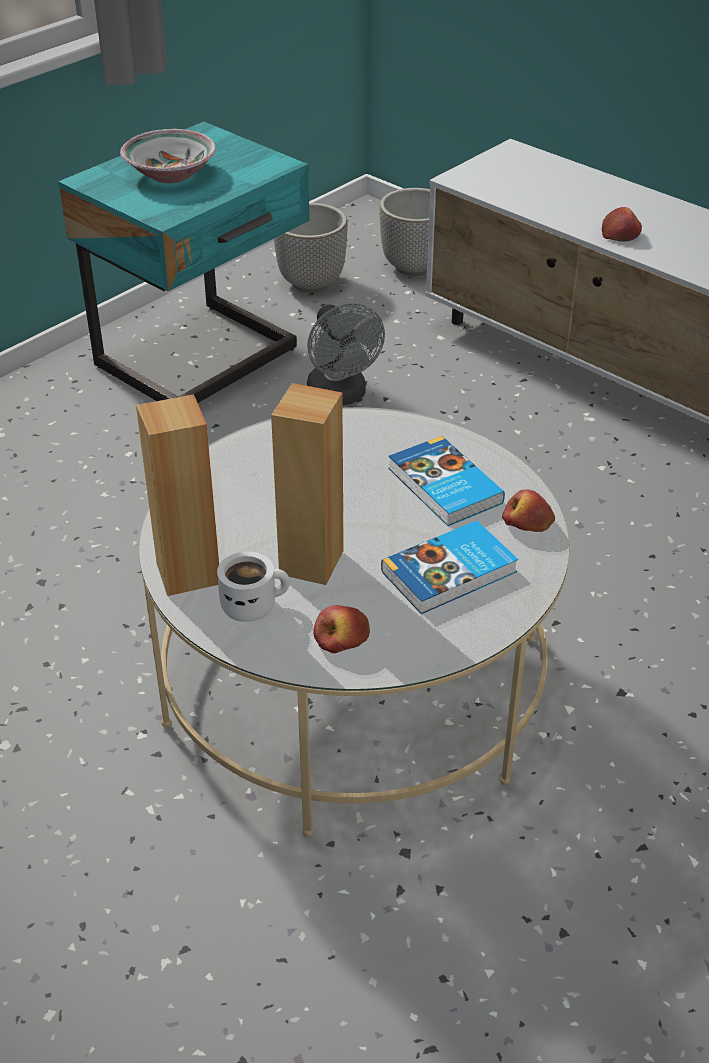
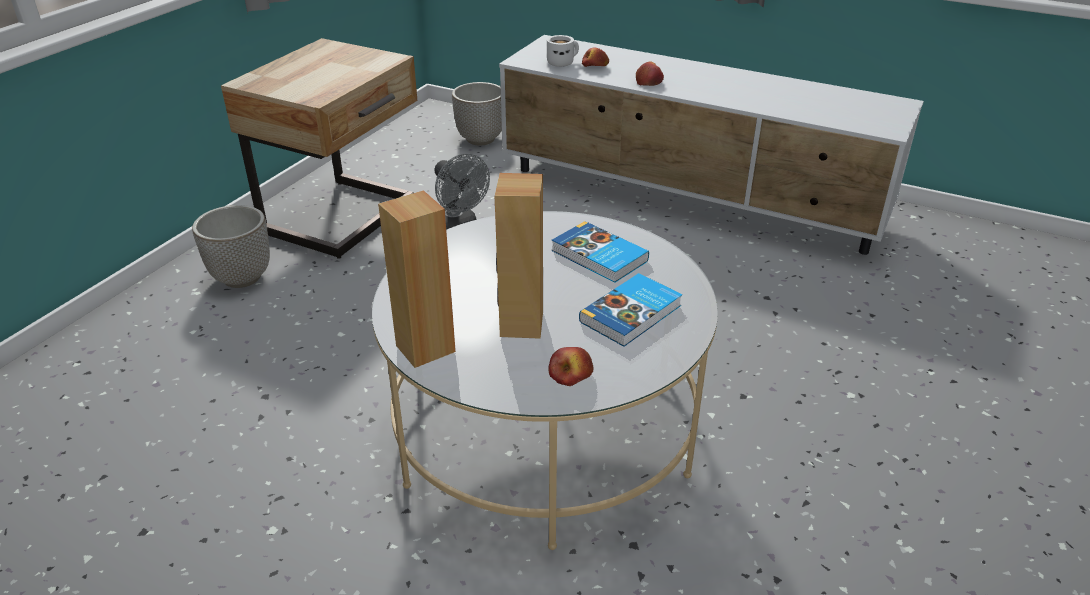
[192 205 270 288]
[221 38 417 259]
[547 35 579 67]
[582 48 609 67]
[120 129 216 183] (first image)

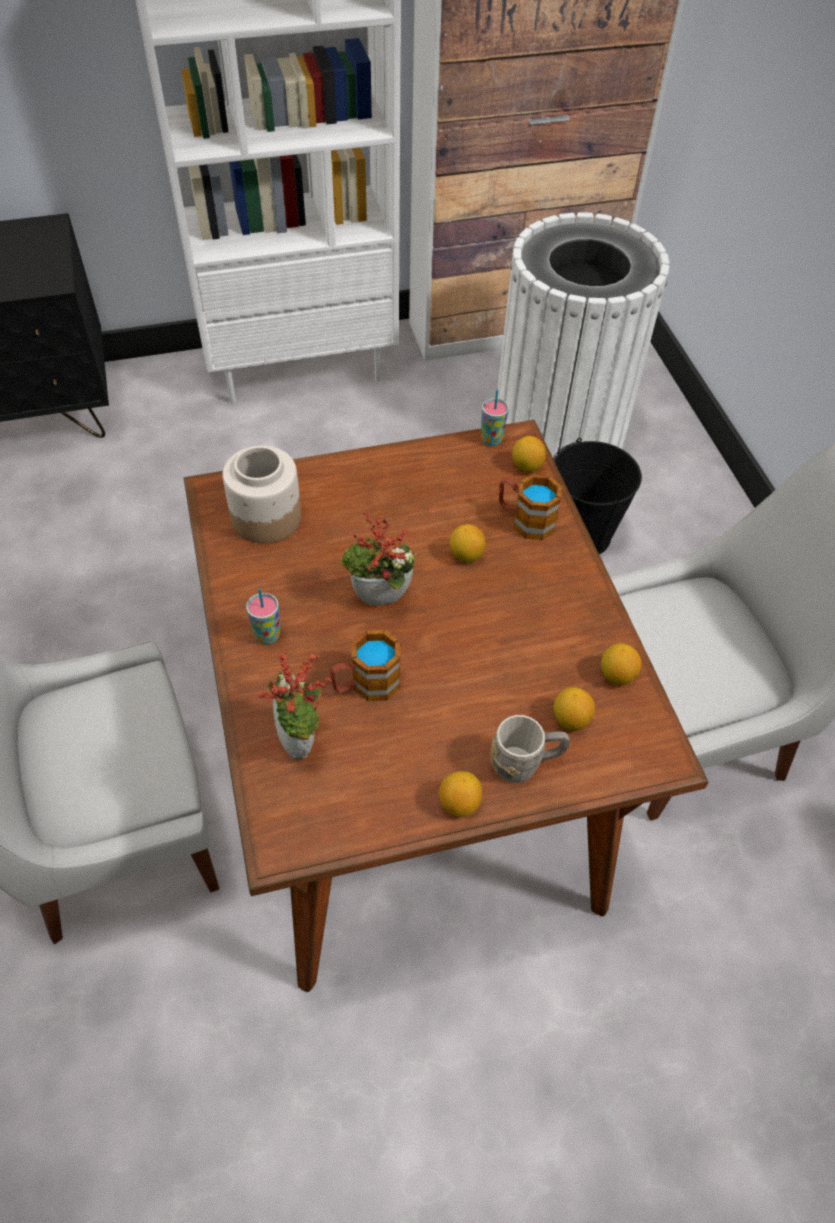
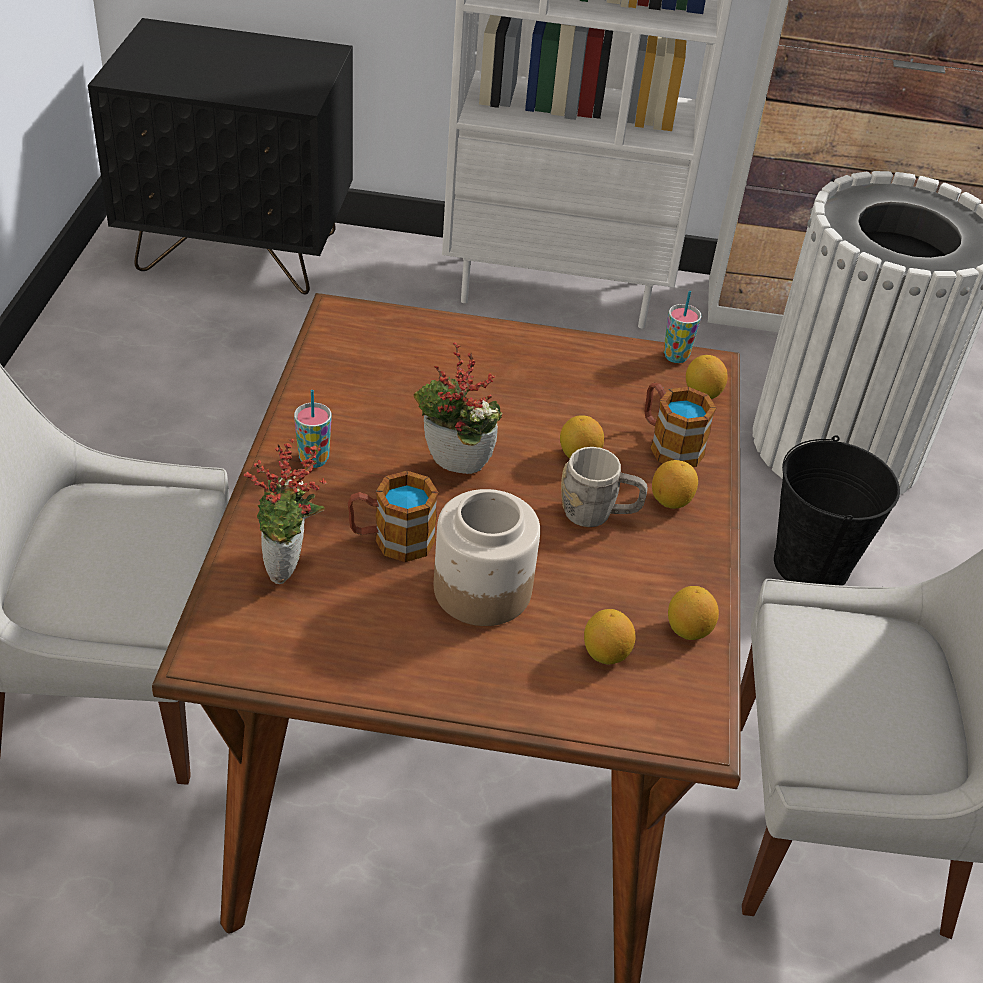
[434 489 540 626]
[561 447 648 527]
[652 460 698 509]

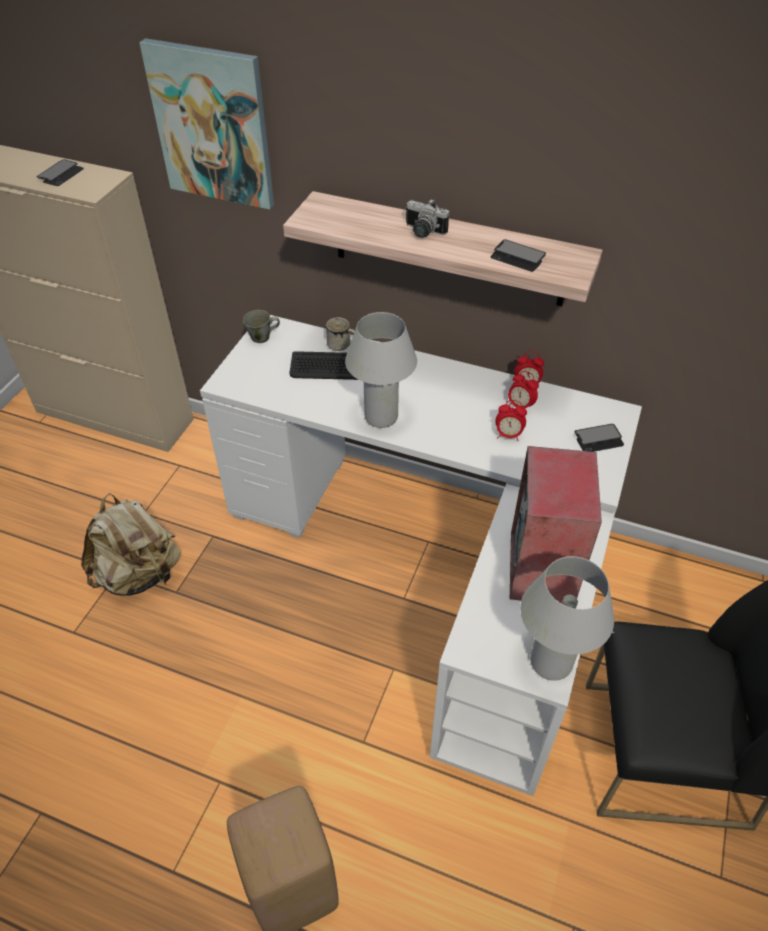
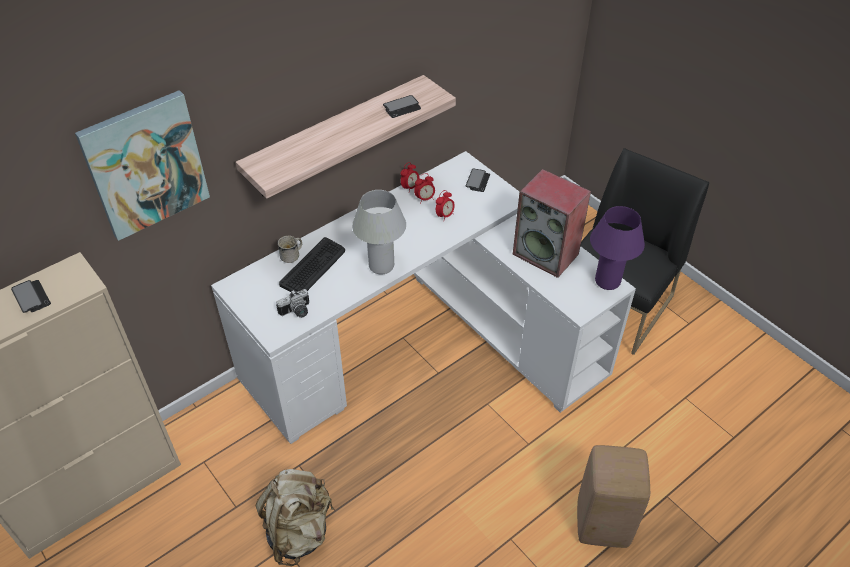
[276 289 309 318]
[590 206 645 290]
[243 310 280 343] (first image)

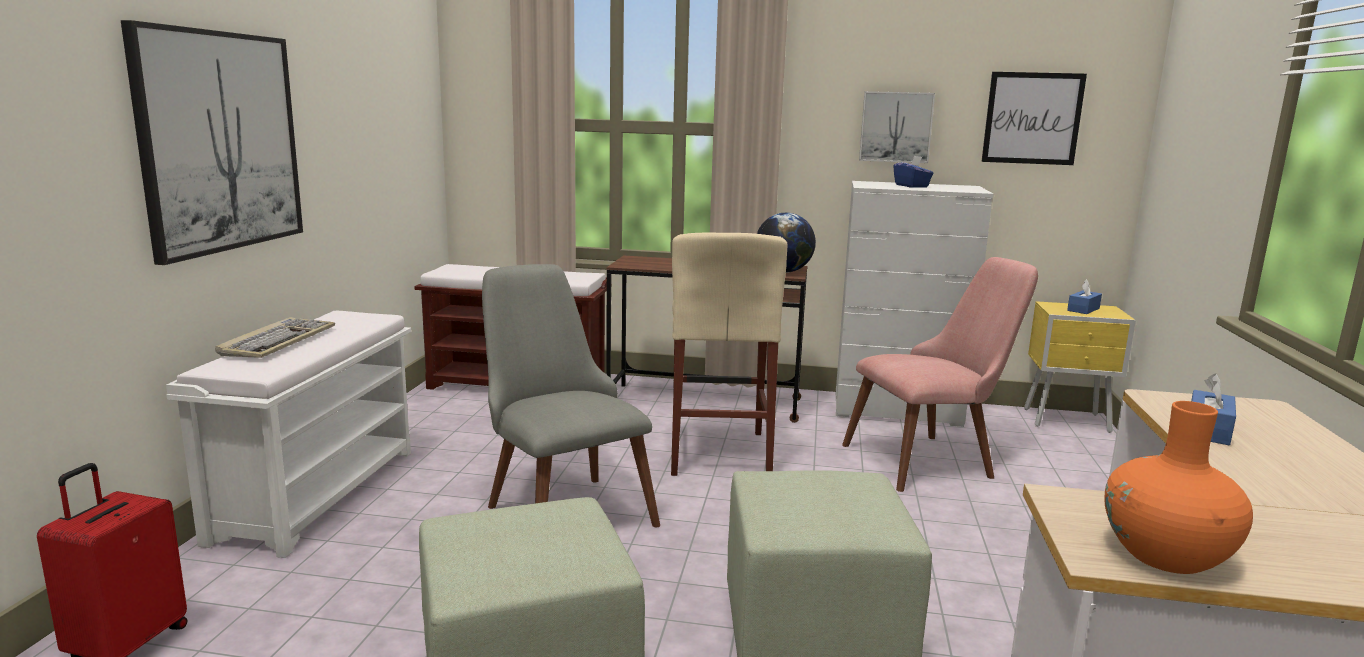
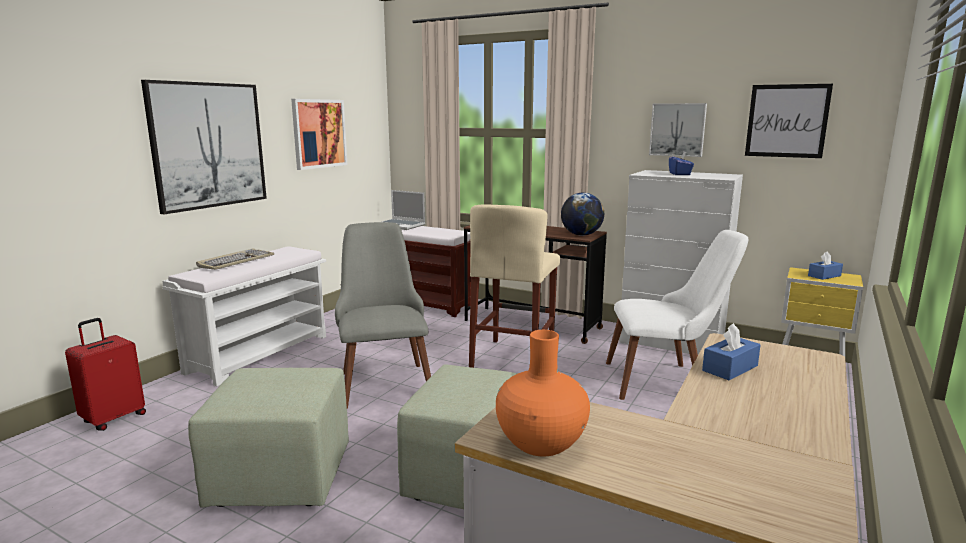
[291 99 347 170]
[382 190 425 230]
[606 230 748 400]

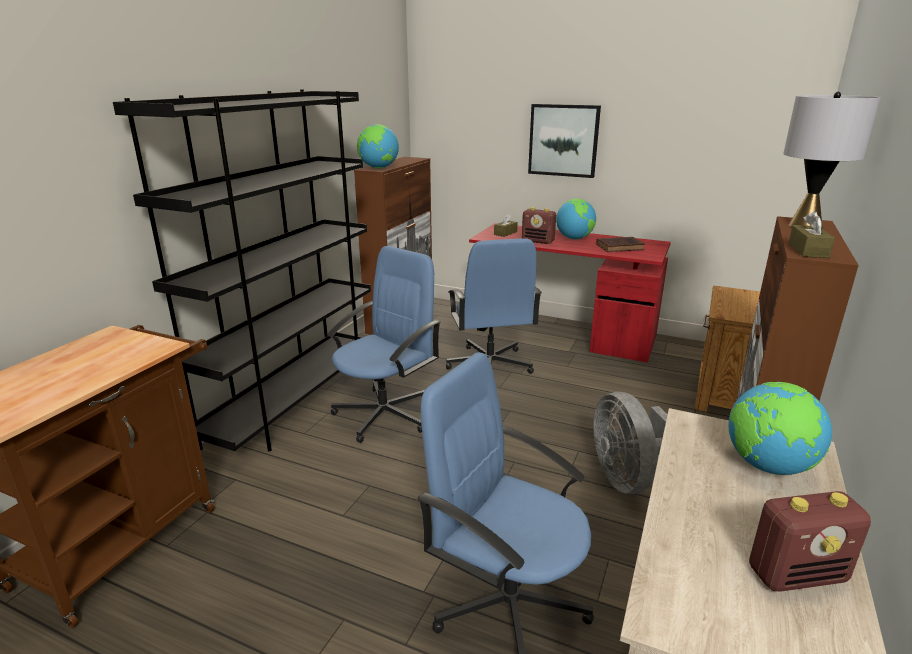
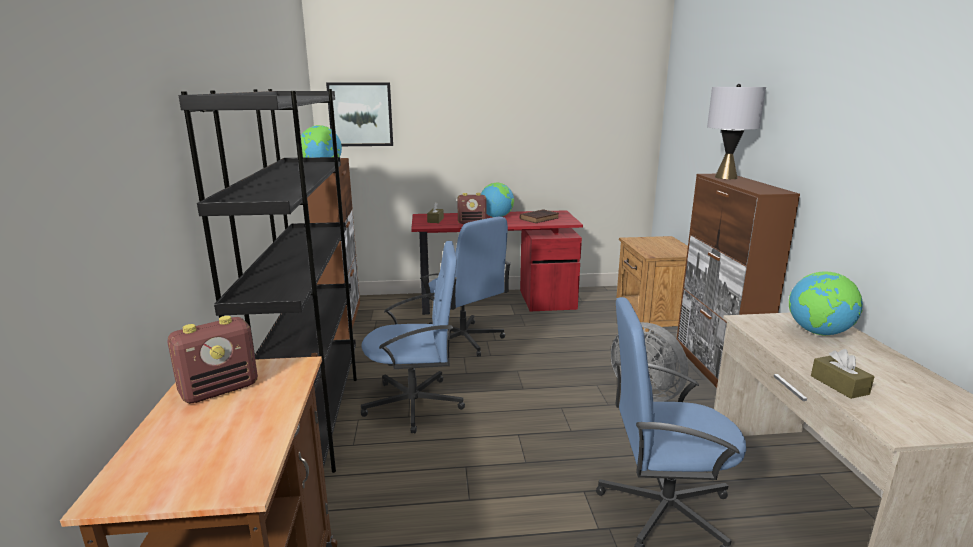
[167 316 258 404]
[326 82 393 146]
[361 241 465 434]
[811 349 874 399]

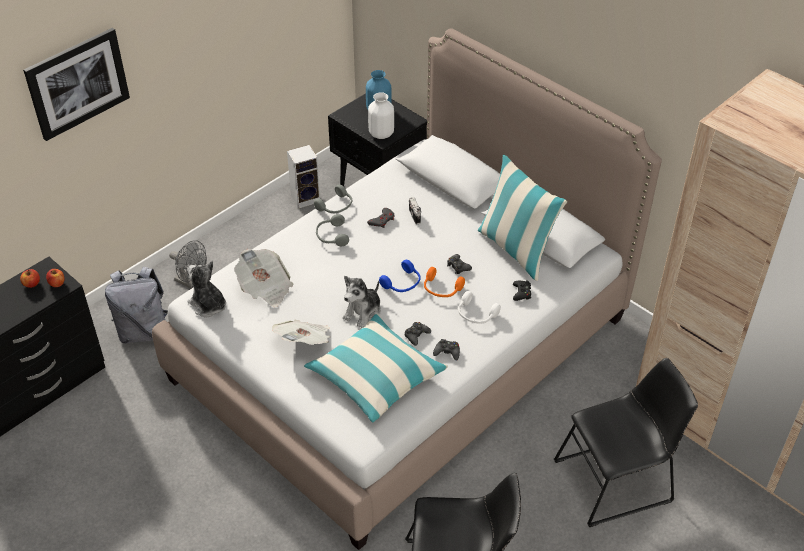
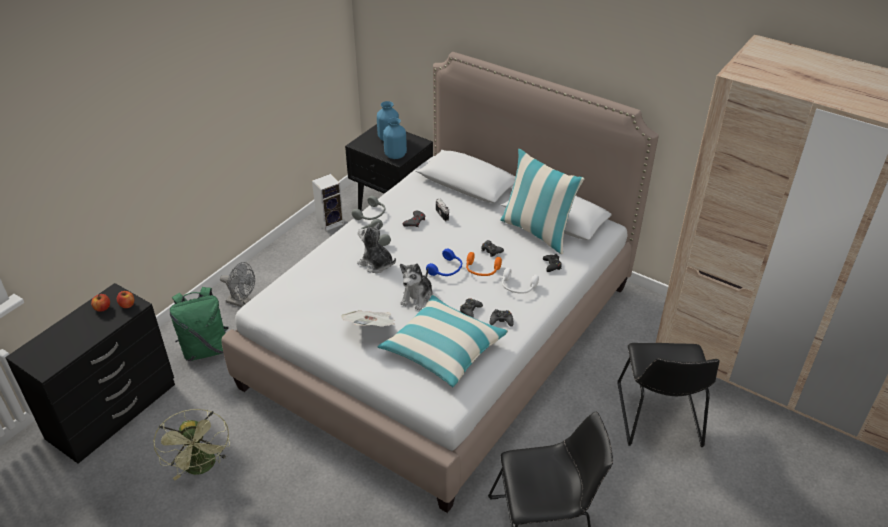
[153 409 230 480]
[170 287 229 361]
[357 223 396 273]
[383 118 407 159]
[618 343 720 447]
[23 28 130 141] (first image)
[234 249 293 307] (first image)

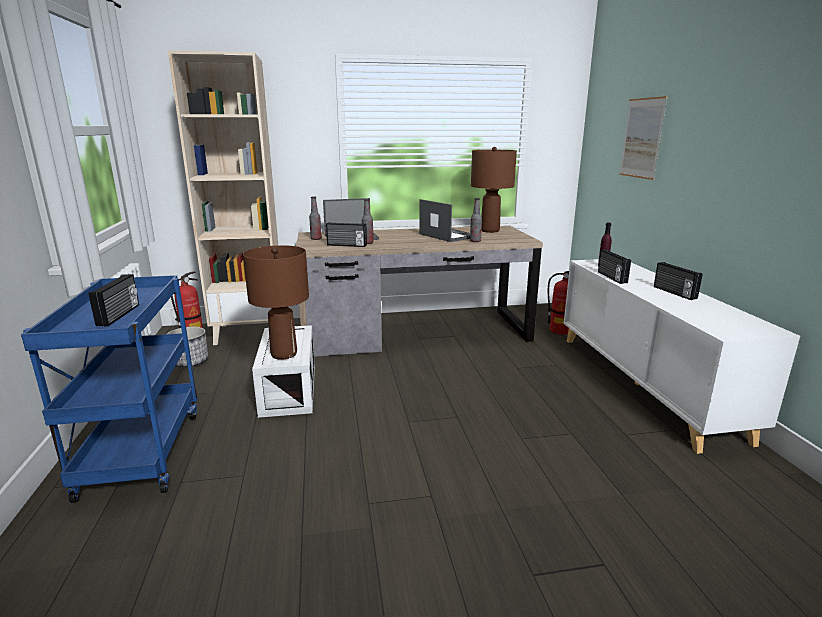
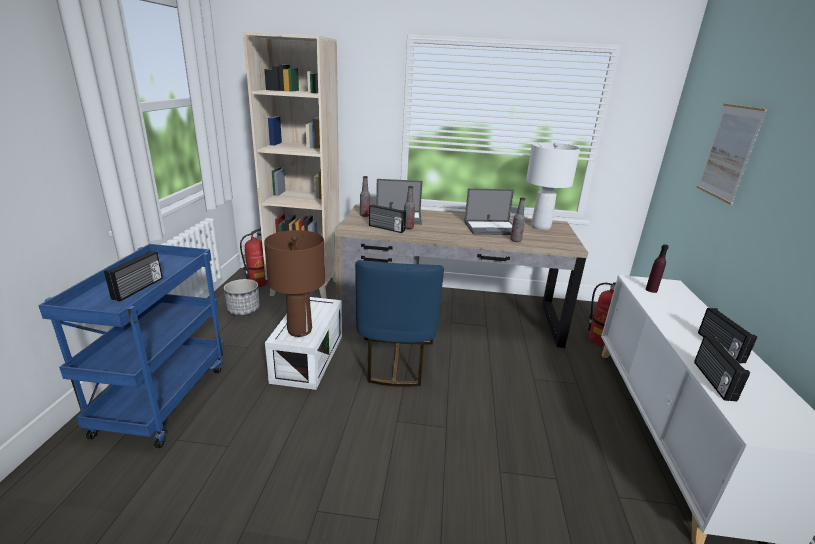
[355 260 444 387]
[464 188 514 235]
[526 142 580 230]
[694 335 750 402]

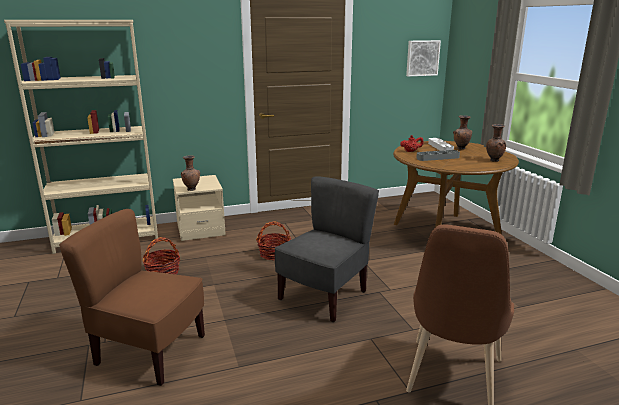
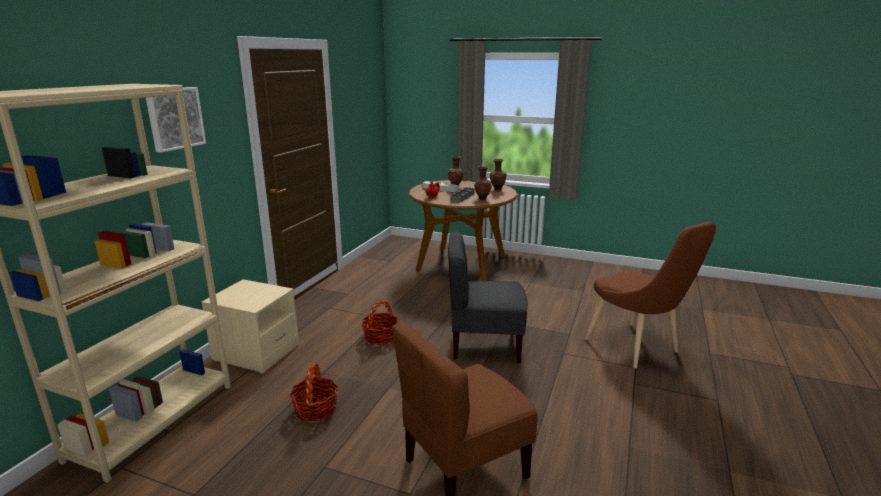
[146 87 206 153]
[448 232 528 363]
[474 166 491 200]

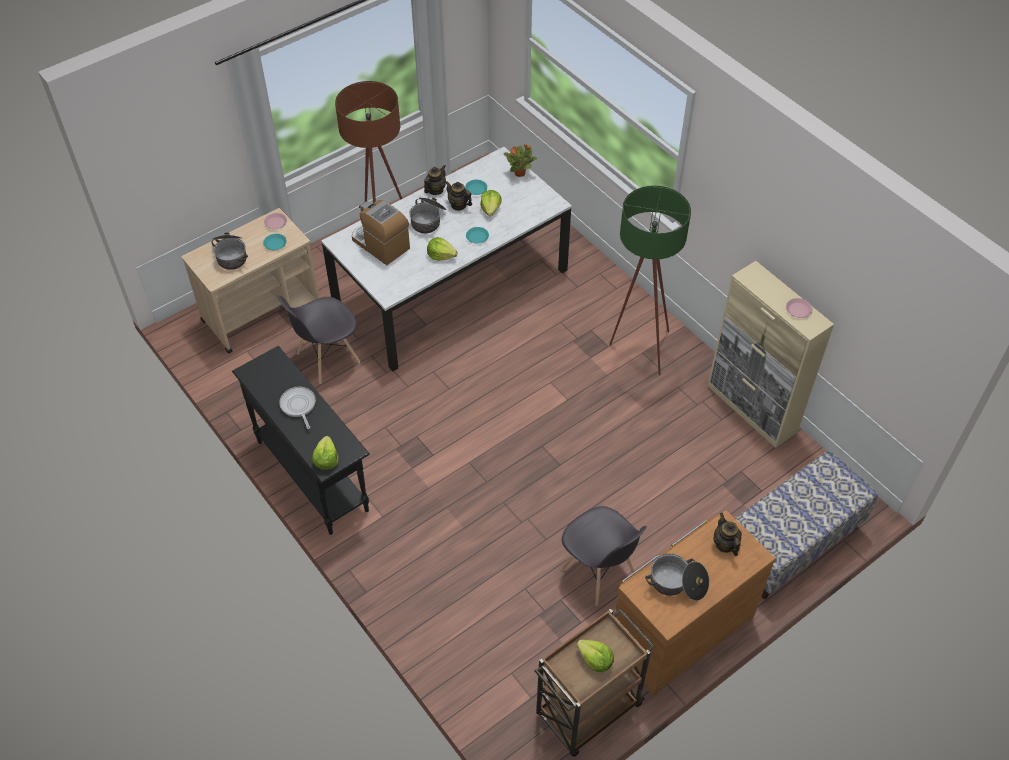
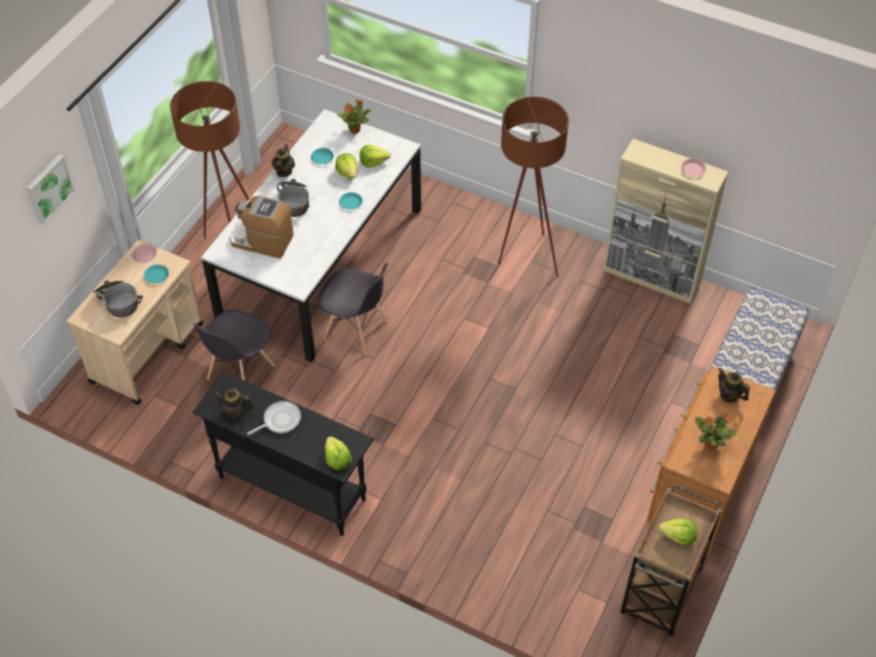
[27 154 75 225]
[213 389 254 419]
[247 401 301 435]
[317 263 388 356]
[360 145 391 167]
[498 97 569 277]
[695 412 737 449]

